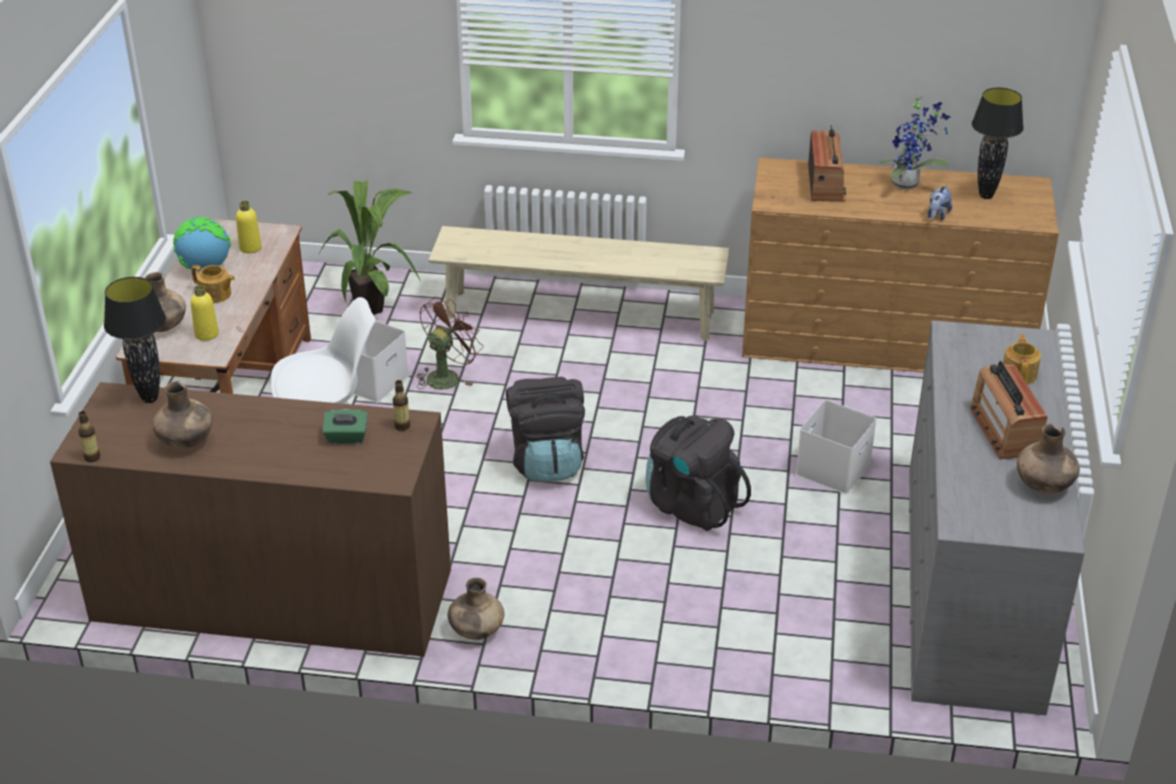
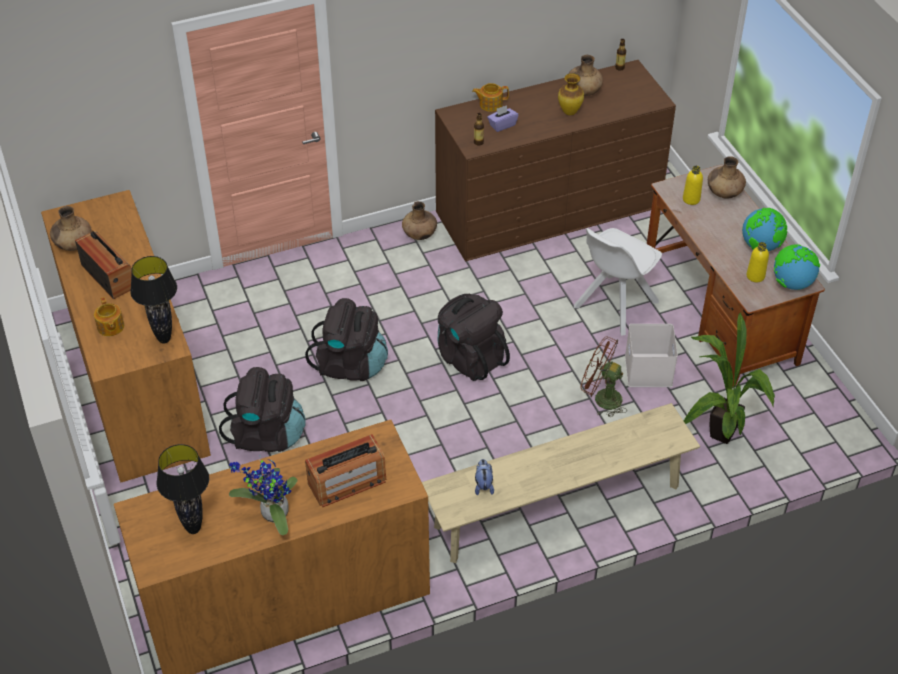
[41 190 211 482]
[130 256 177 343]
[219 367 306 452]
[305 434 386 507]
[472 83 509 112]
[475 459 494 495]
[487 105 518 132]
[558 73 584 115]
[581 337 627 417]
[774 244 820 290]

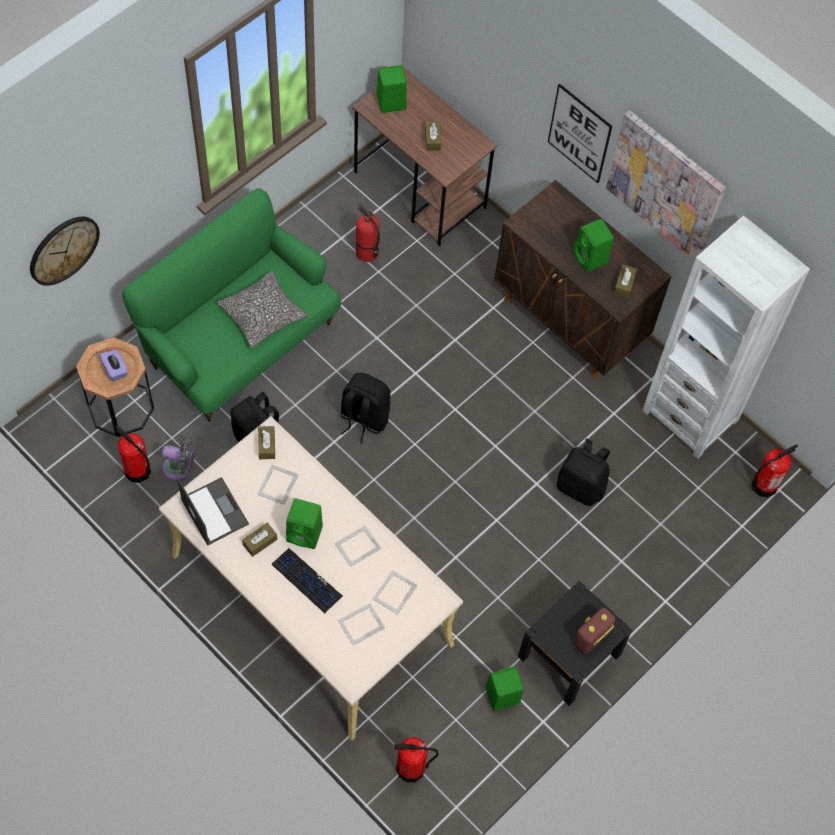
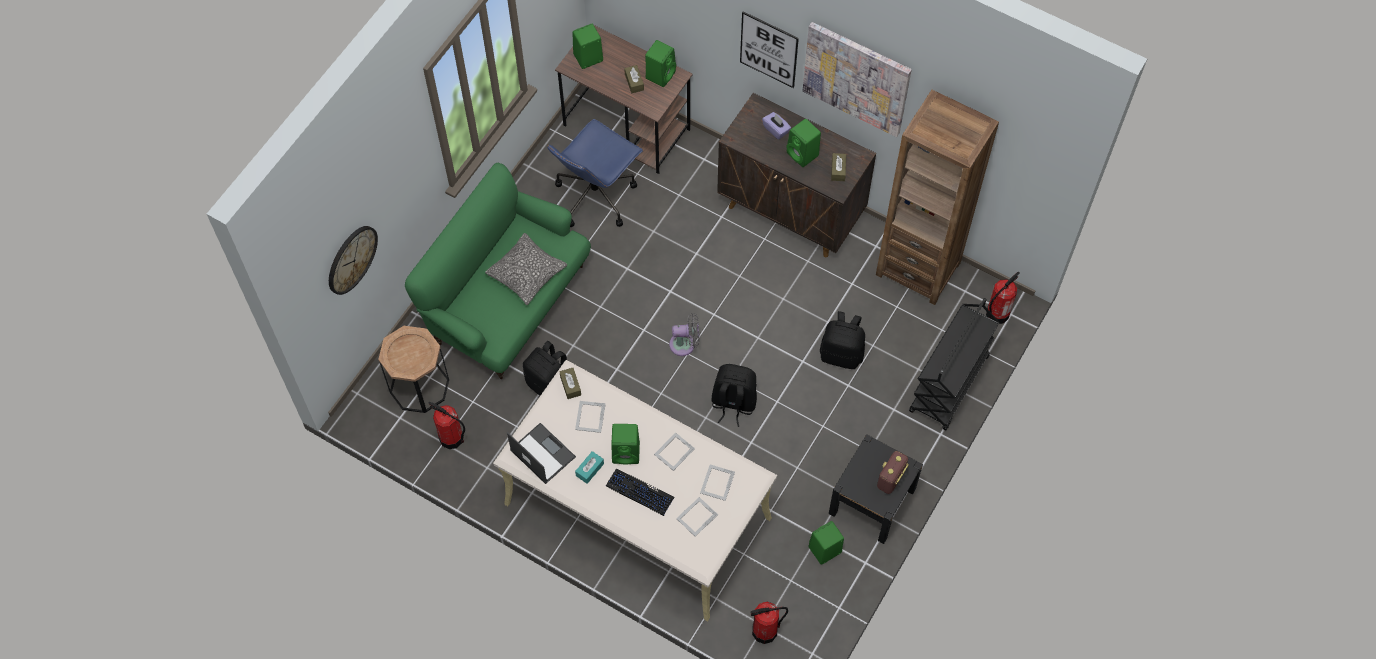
[547 119 643 227]
[575 451 604 484]
[645 40 676 87]
[669 313 699 356]
[711 364 757 427]
[762 112 791 140]
[876 90 999 305]
[909 298 1000 431]

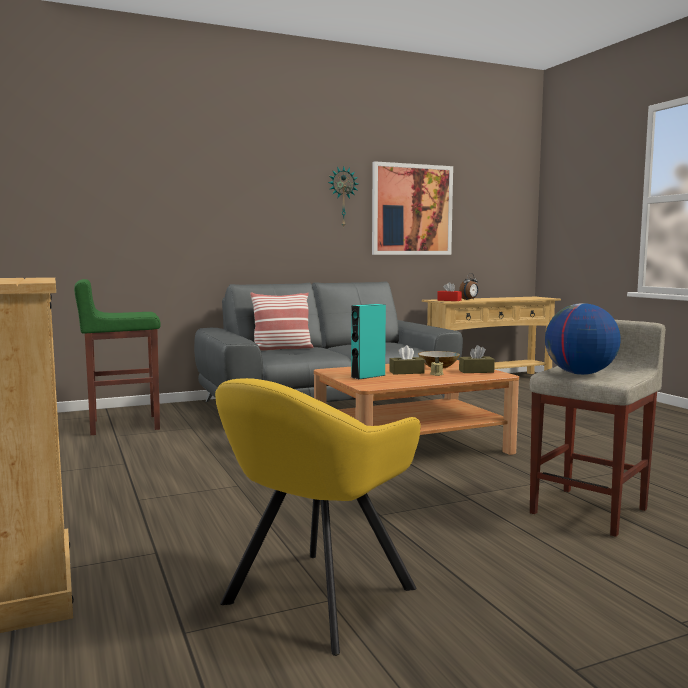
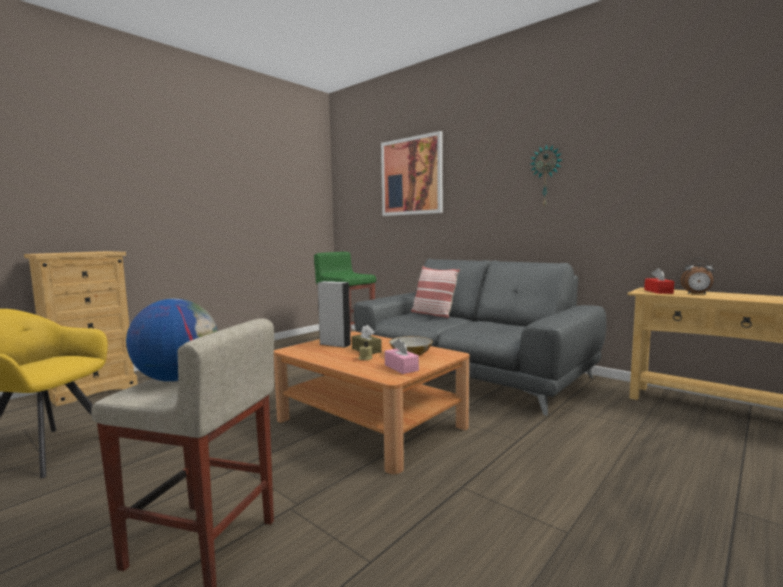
[318 281 351 348]
[381 131 443 216]
[385 339 419 374]

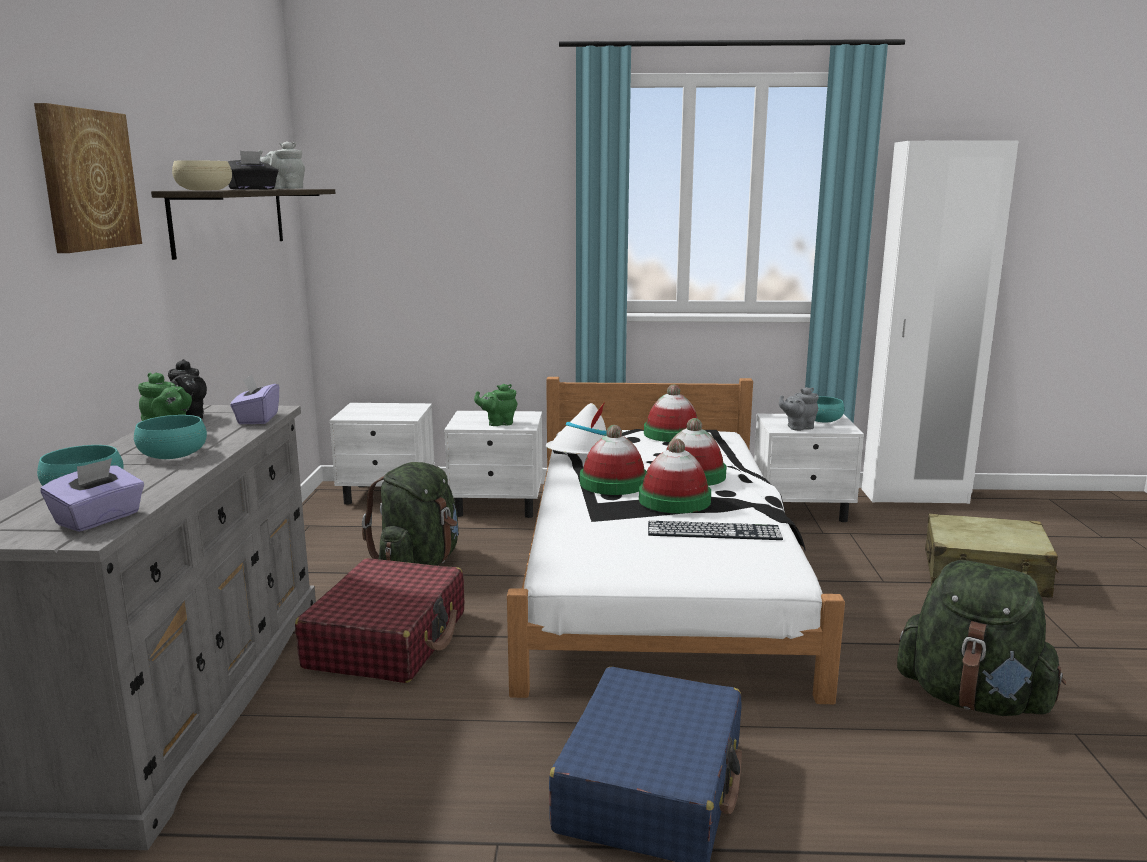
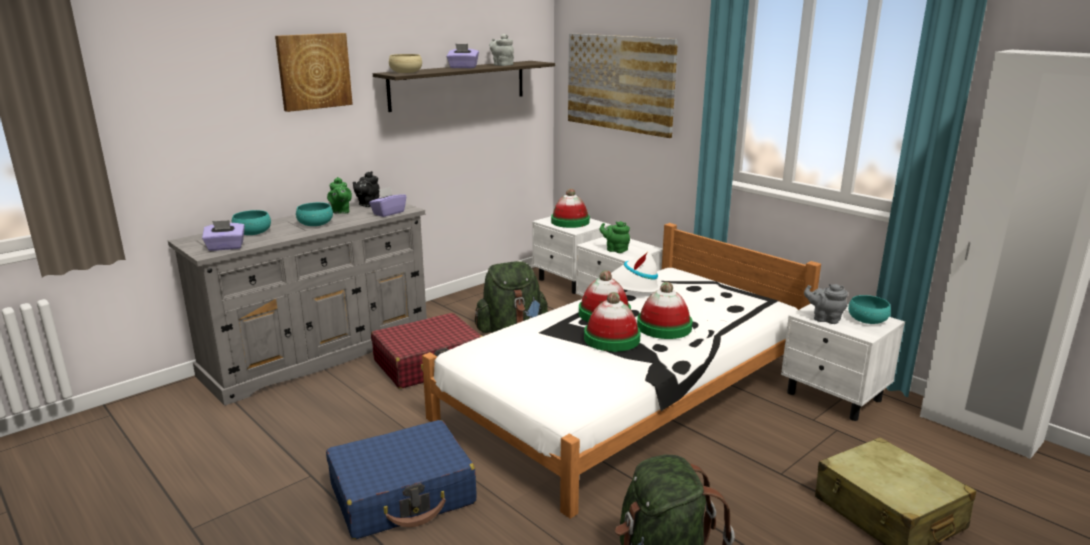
[447 44 479 68]
[551 188 590 228]
[568 33 678 138]
[648 521 783 540] (first image)

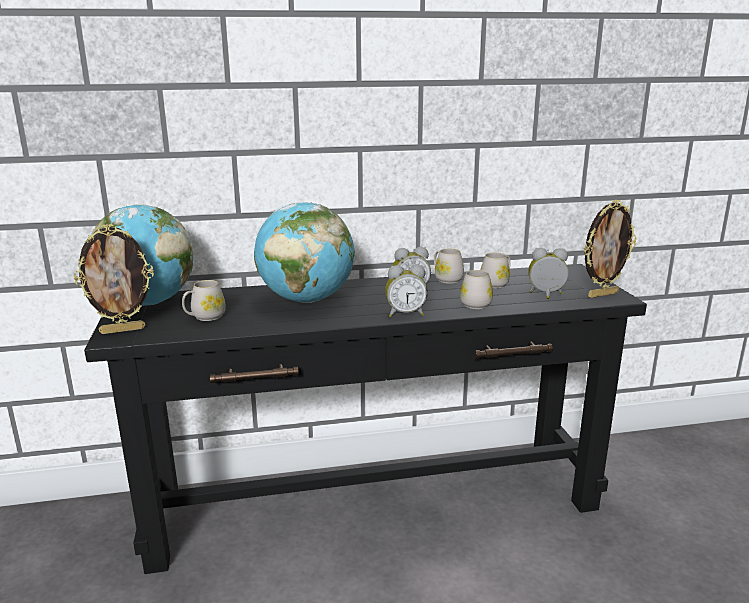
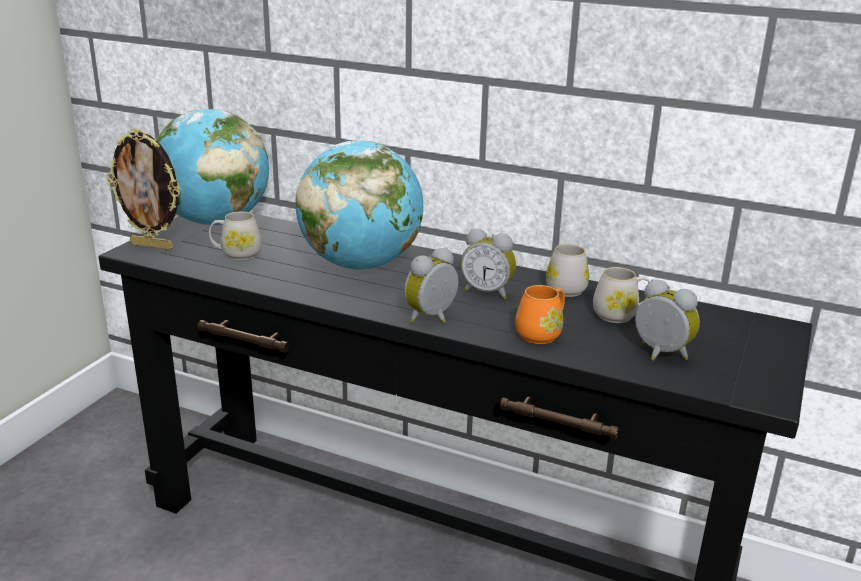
[404 247 458 323]
[515 285 565 344]
[584 200 636 298] (first image)

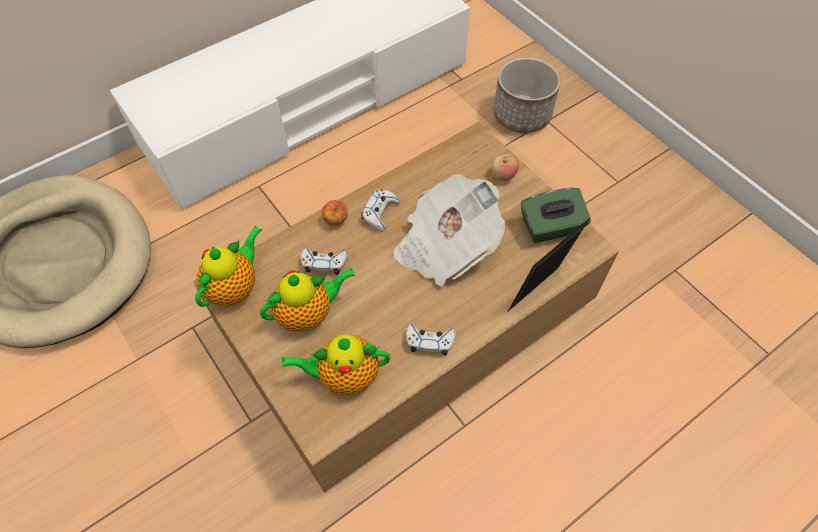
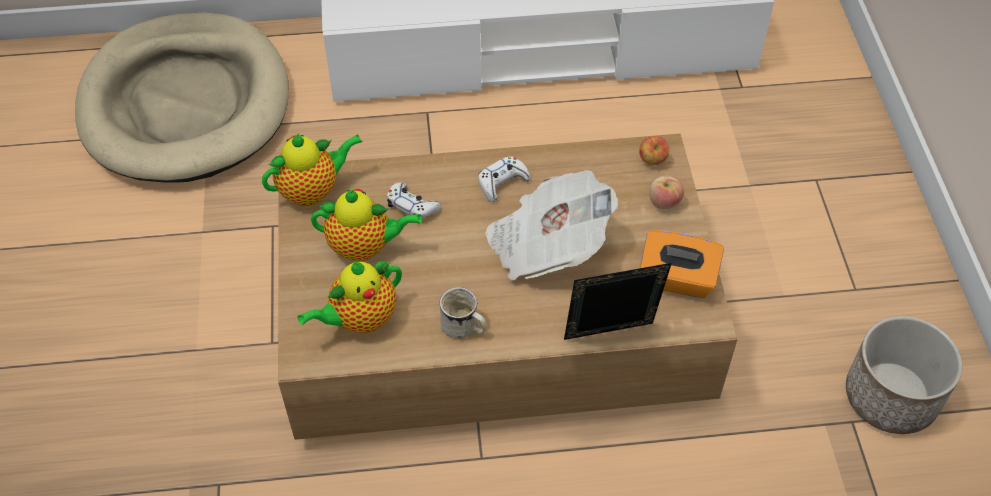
[298 261 402 333]
[440 287 487 339]
[639 136 670 165]
[640 230 724 298]
[846 316 962 434]

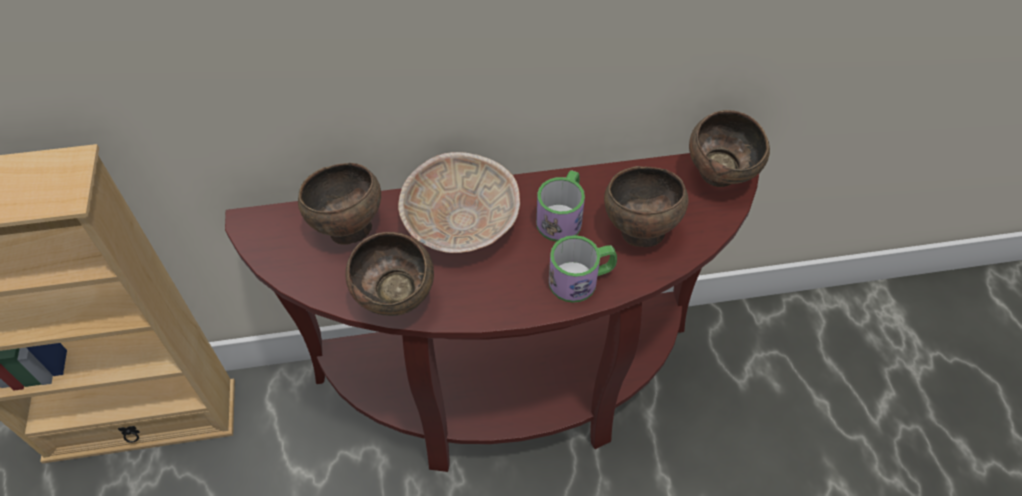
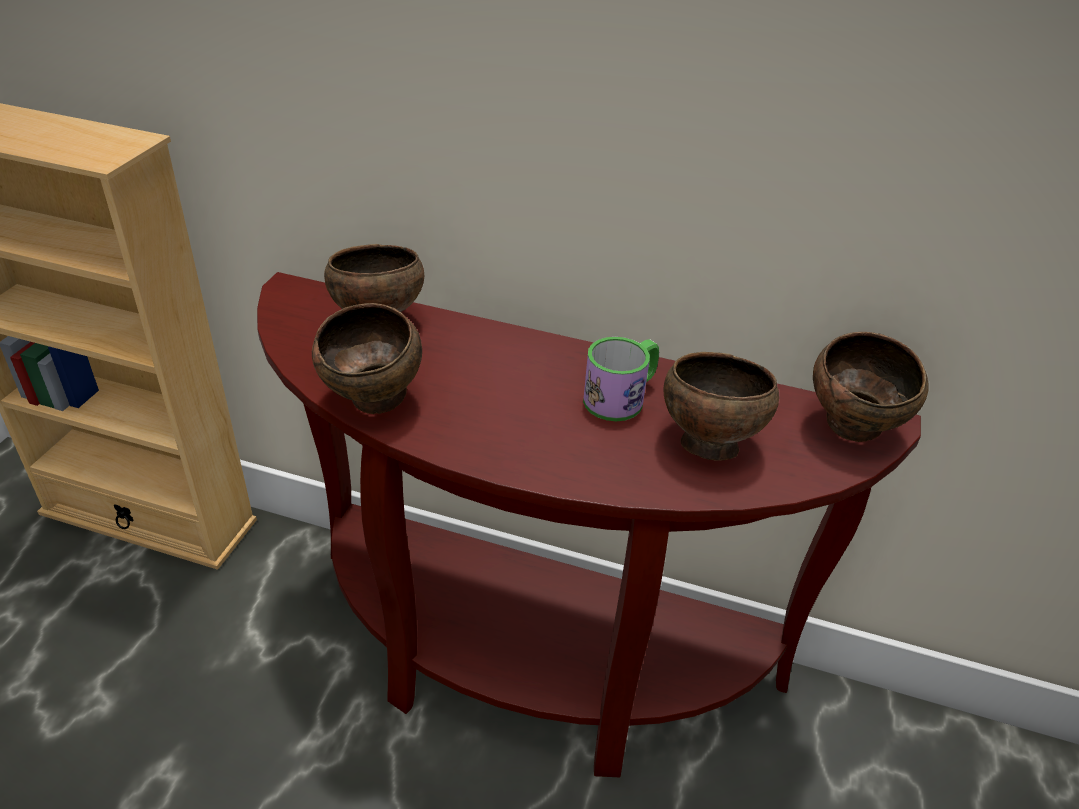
[398 152 520 253] (first image)
[549 235 617 303] (first image)

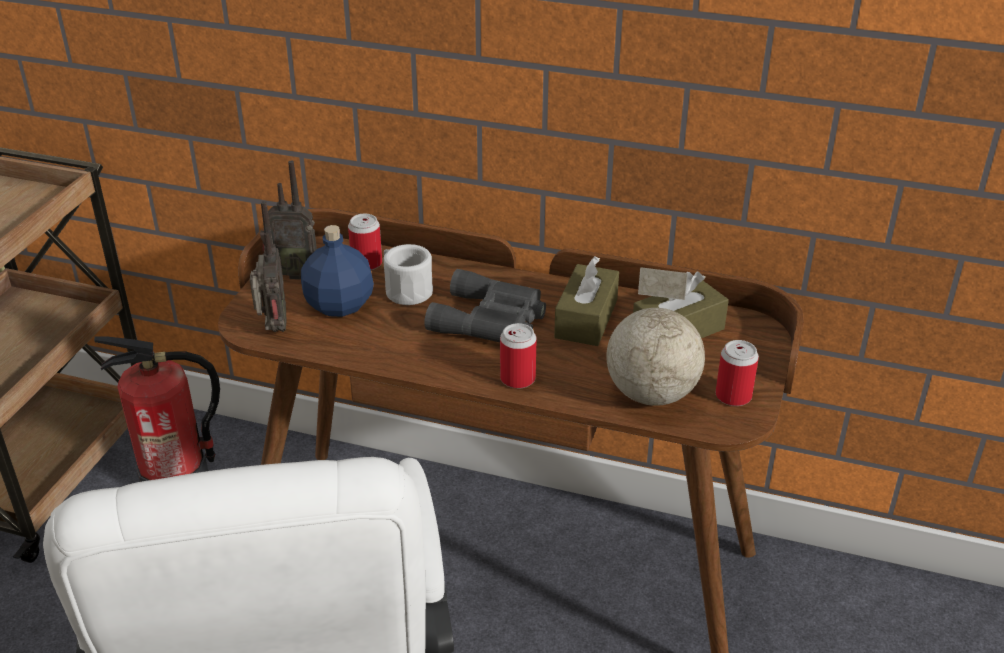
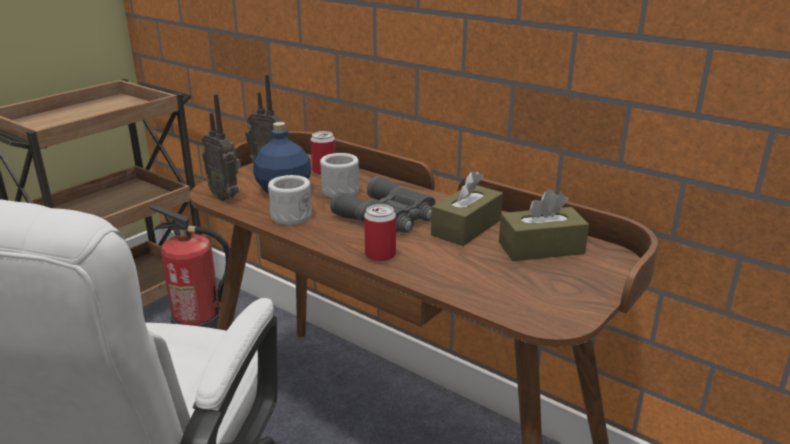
[202 94 241 201]
[268 175 312 225]
[606 267 705 406] (first image)
[716 340 759 406] (first image)

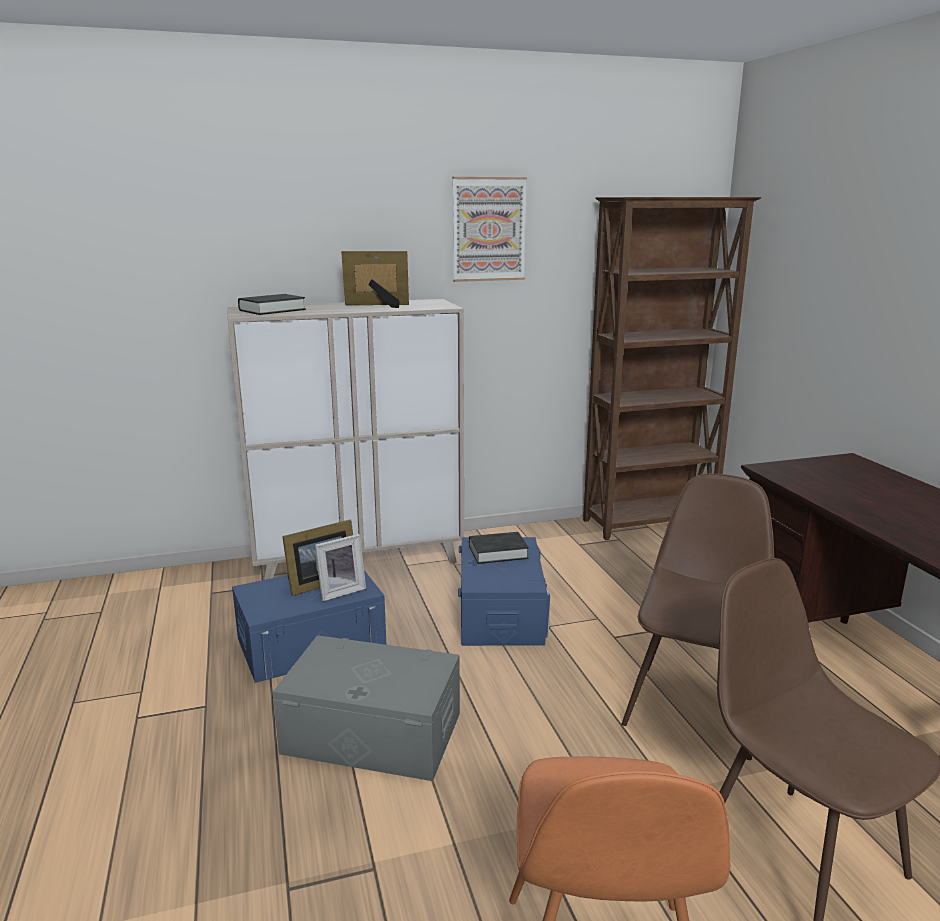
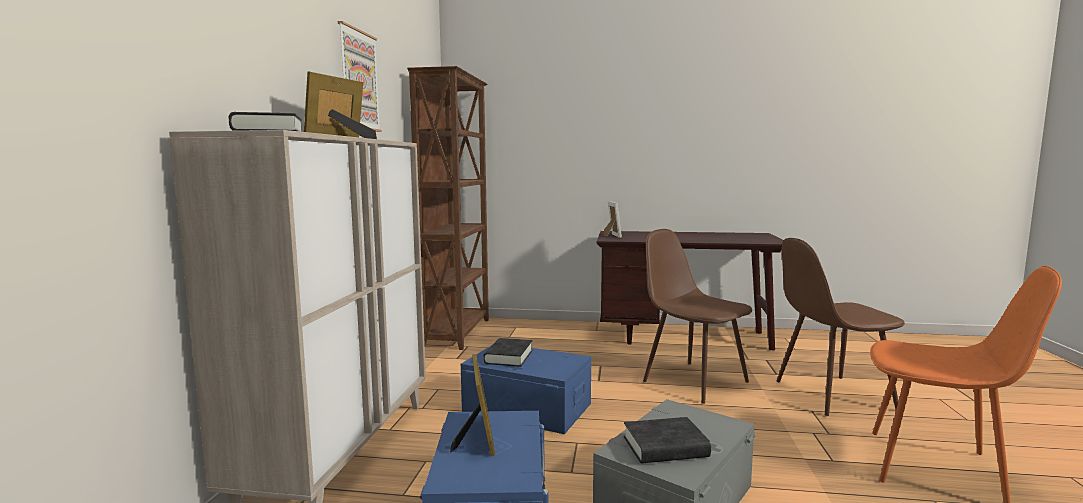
[604 201 622 238]
[624 417 711 463]

